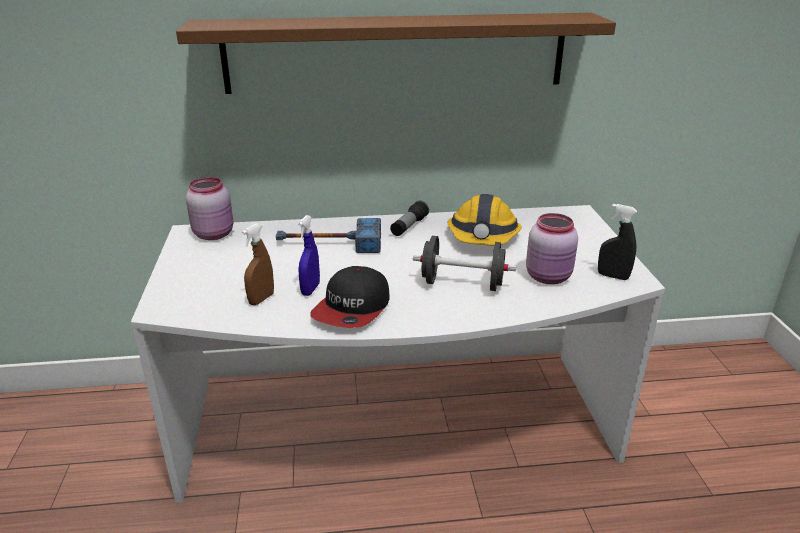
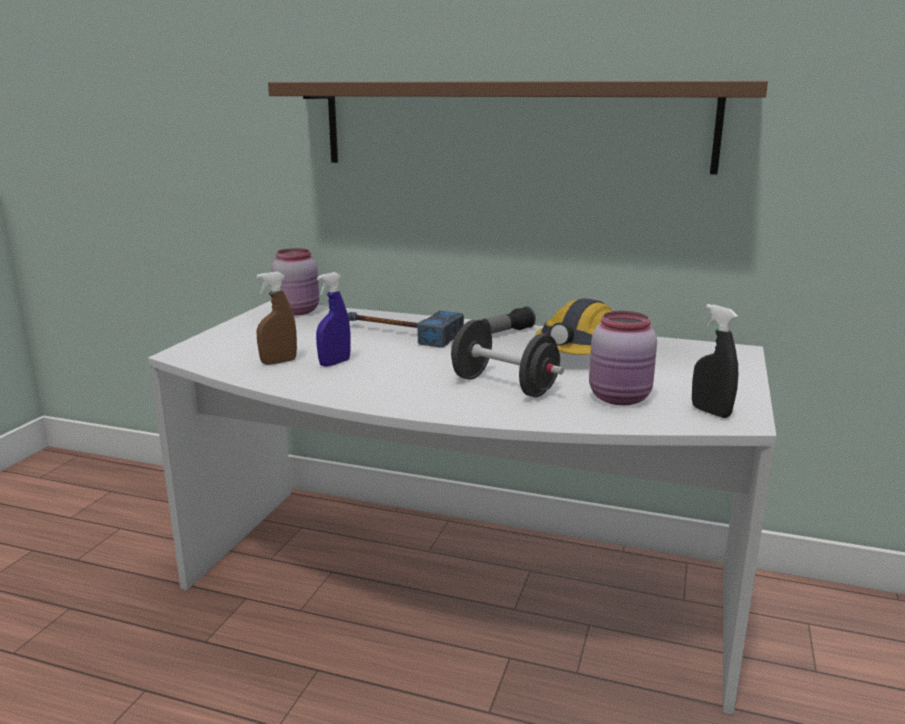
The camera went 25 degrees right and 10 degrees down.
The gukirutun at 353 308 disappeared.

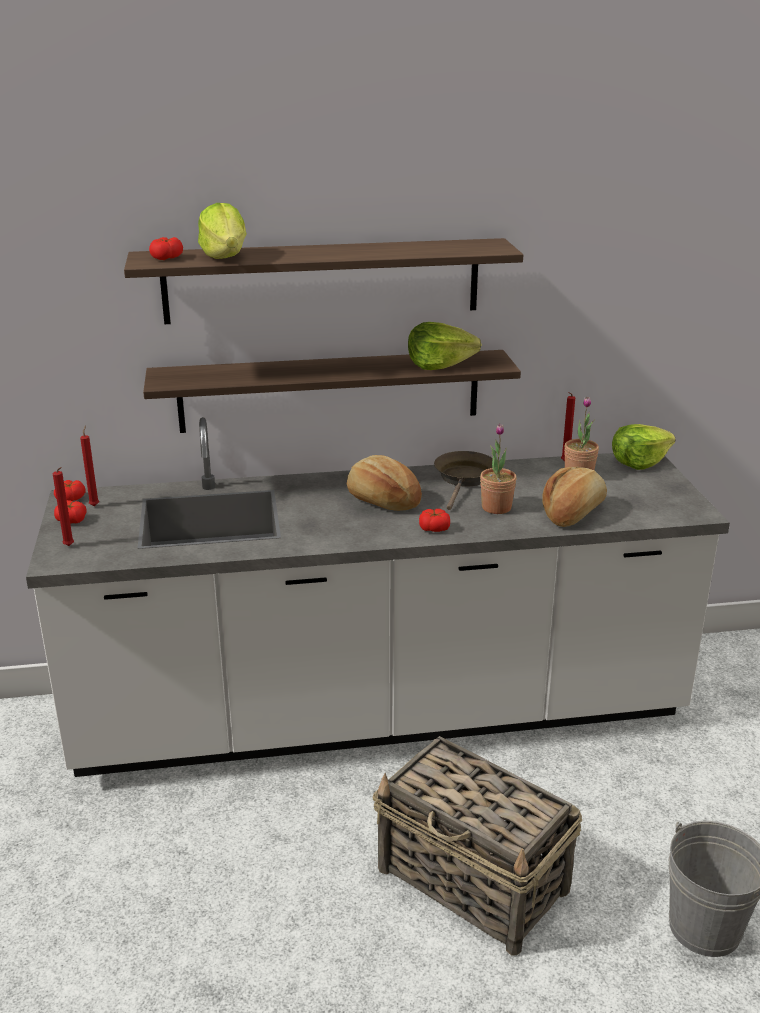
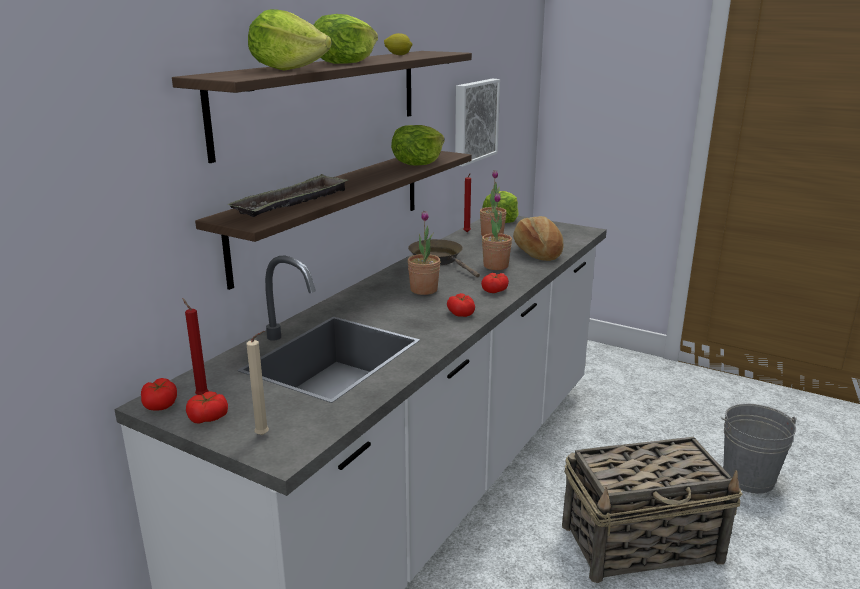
The camera went 50 degrees left and 5 degrees down.
The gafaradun at 293 203 appeared.
The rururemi at 345 62 appeared.
The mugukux at 398 55 appeared.
The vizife at 473 121 appeared.
The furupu moved from 167 258 to 461 313.
The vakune at 382 500 was replaced by the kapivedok at 424 290.
The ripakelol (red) at 69 546 became the ripakelol (beige) at 264 435.

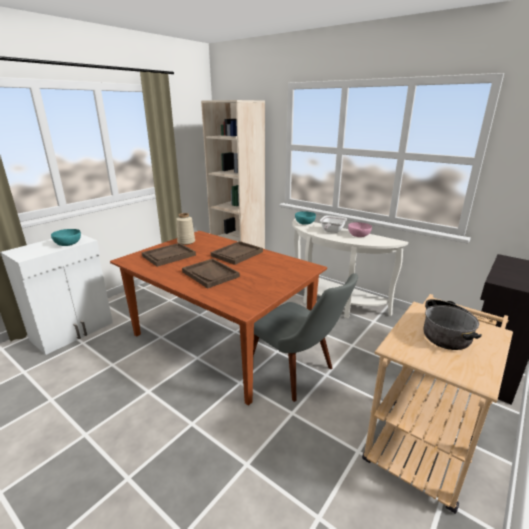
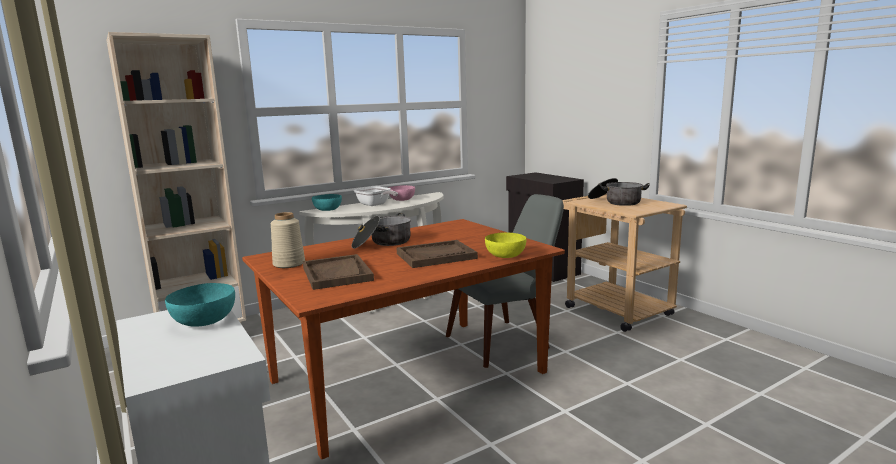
The camera went 70 degrees left and 10 degrees down.
The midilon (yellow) at 505 255 appeared.
The gafaradun (brown) at 237 254 was replaced by the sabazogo at 382 243.

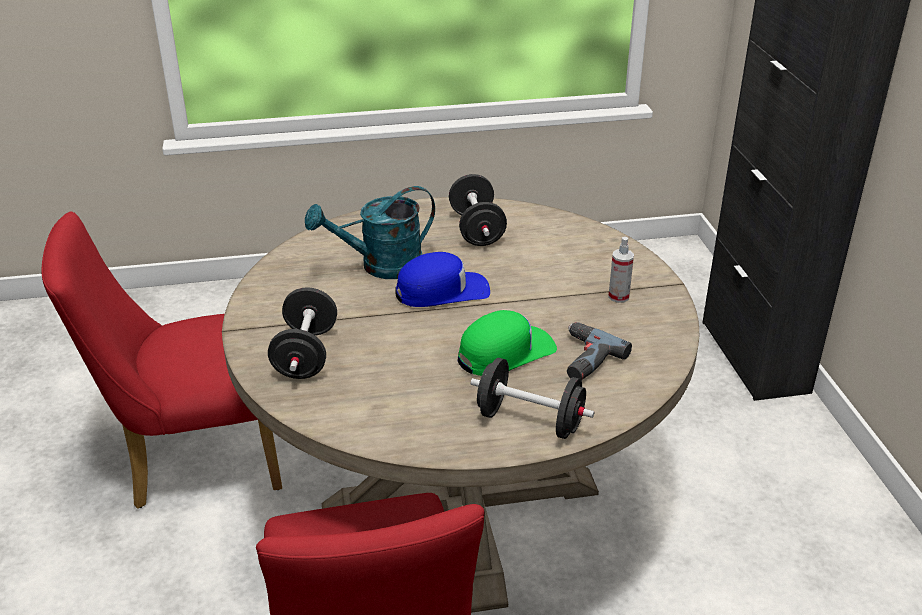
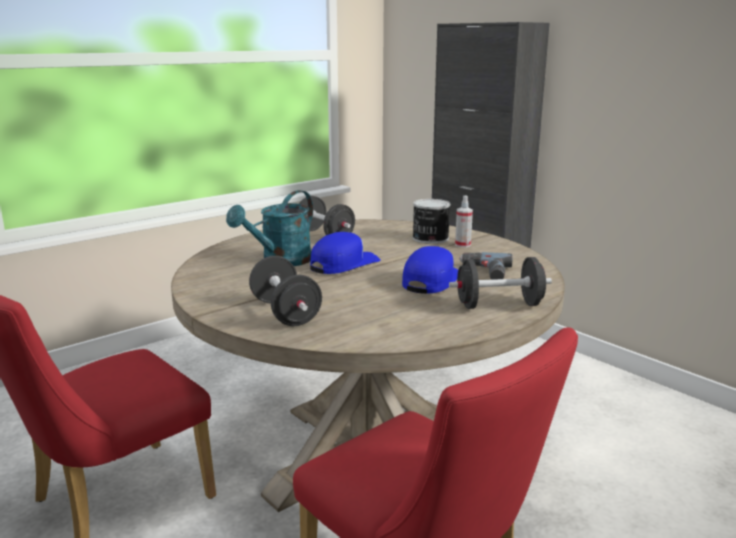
The camera went 30 degrees left and 15 degrees down.
The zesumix at 429 238 appeared.
The gukirutun (green) at 505 352 became the gukirutun (blue) at 432 280.

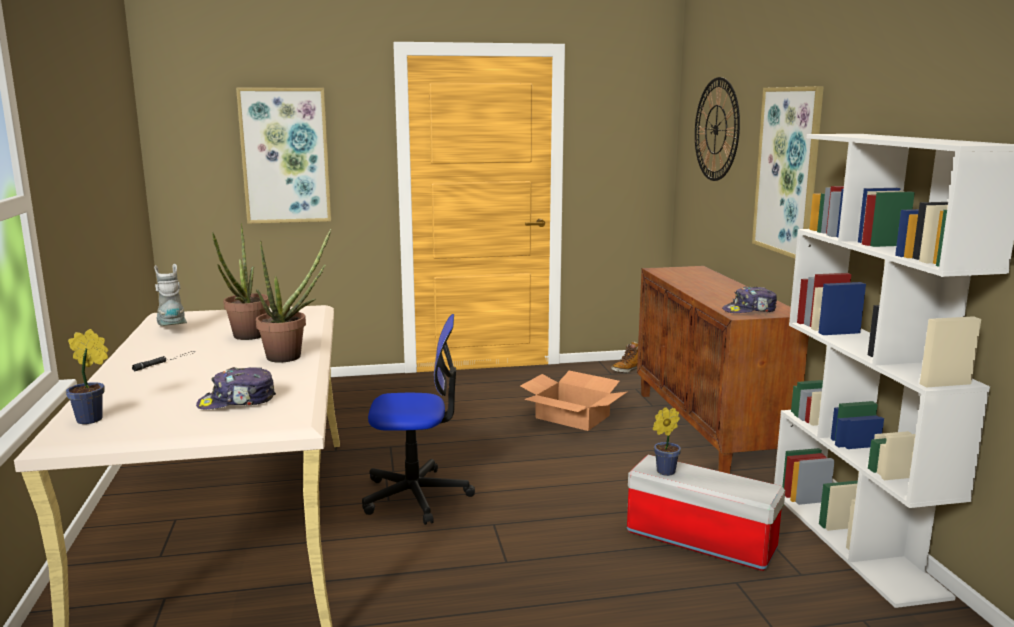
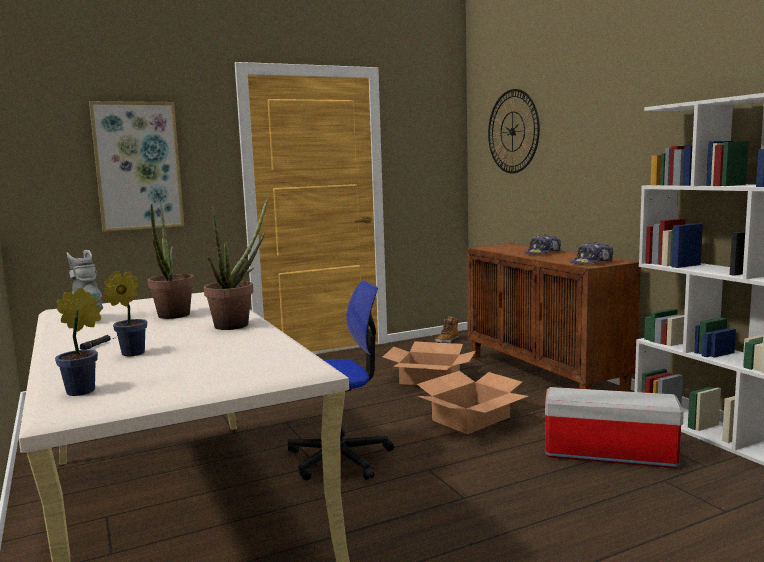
The camera went 15 degrees left and 5 degrees down.
The vizife at 788 171 disappeared.
The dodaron at 471 418 appeared.
The gukirutun moved from 237 402 to 543 253.
The kapivedok moved from 663 472 to 130 354.

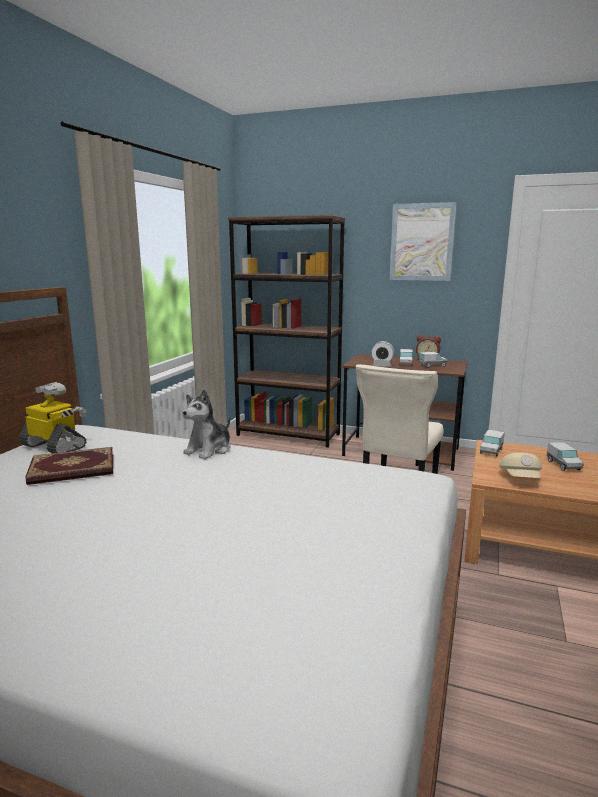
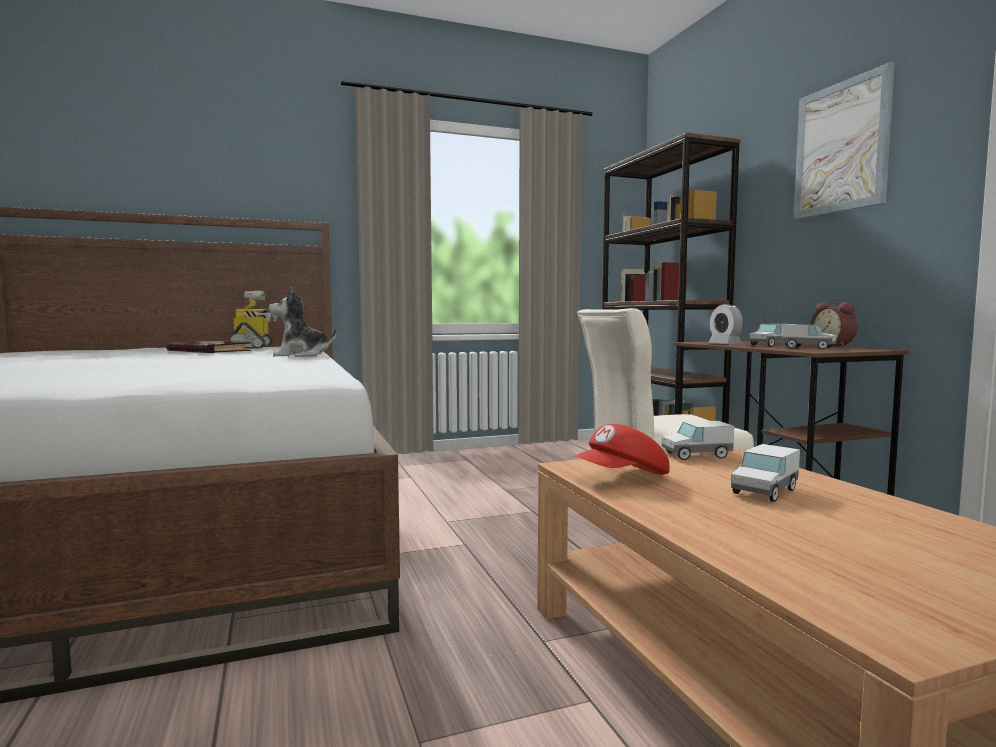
The camera went 50 degrees right and 10 degrees down.
The gukirutun (beige) at 520 478 became the gukirutun (red) at 622 478.

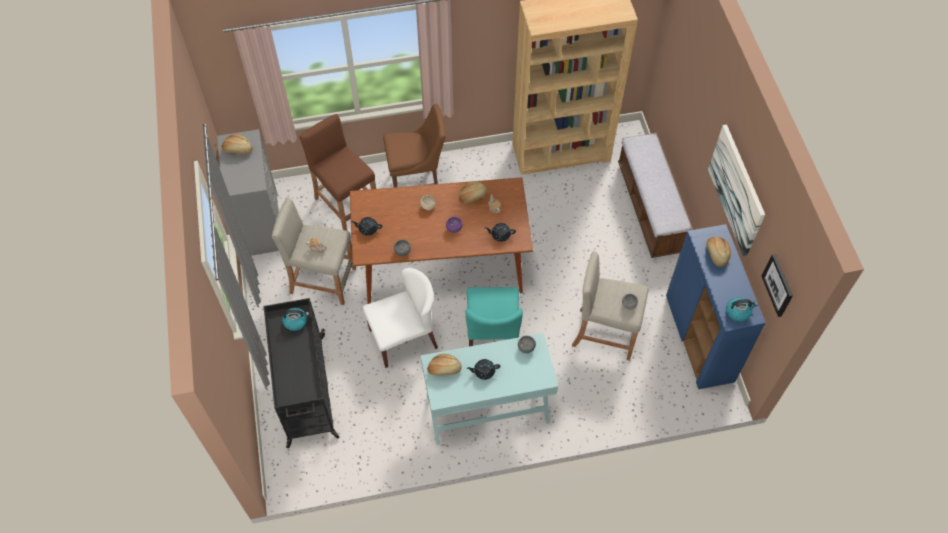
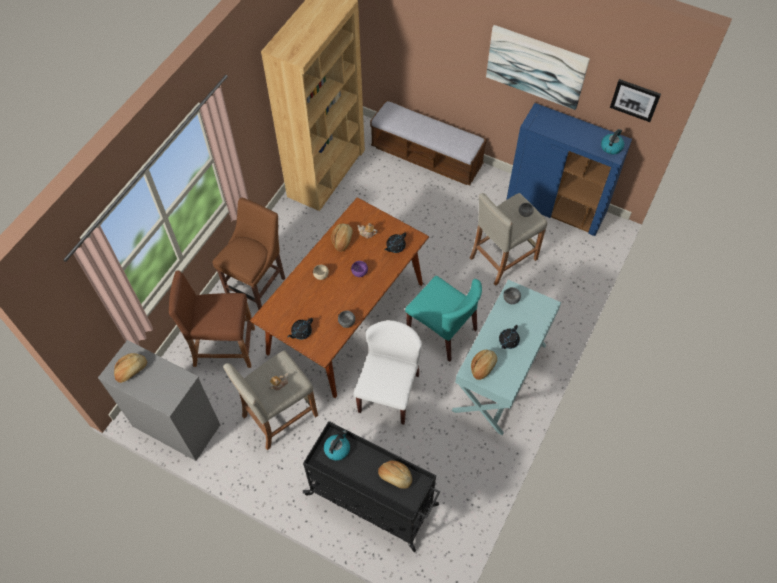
The camera went 50 degrees left and 0 degrees up.
The vakune moved from 716 254 to 395 477.

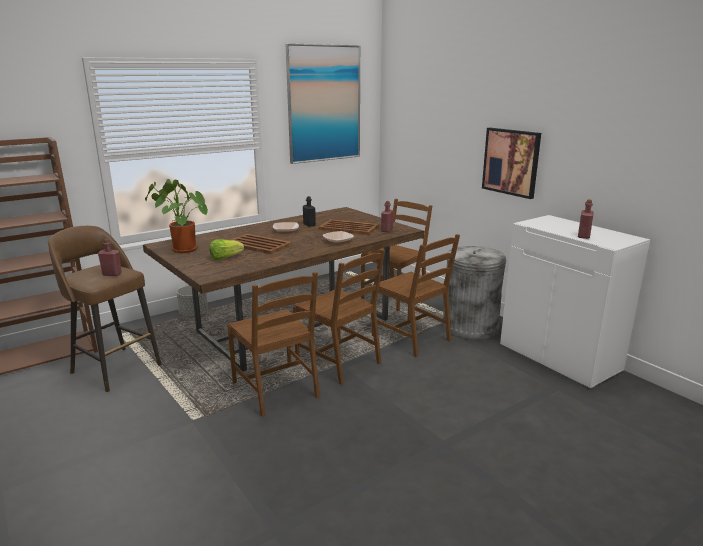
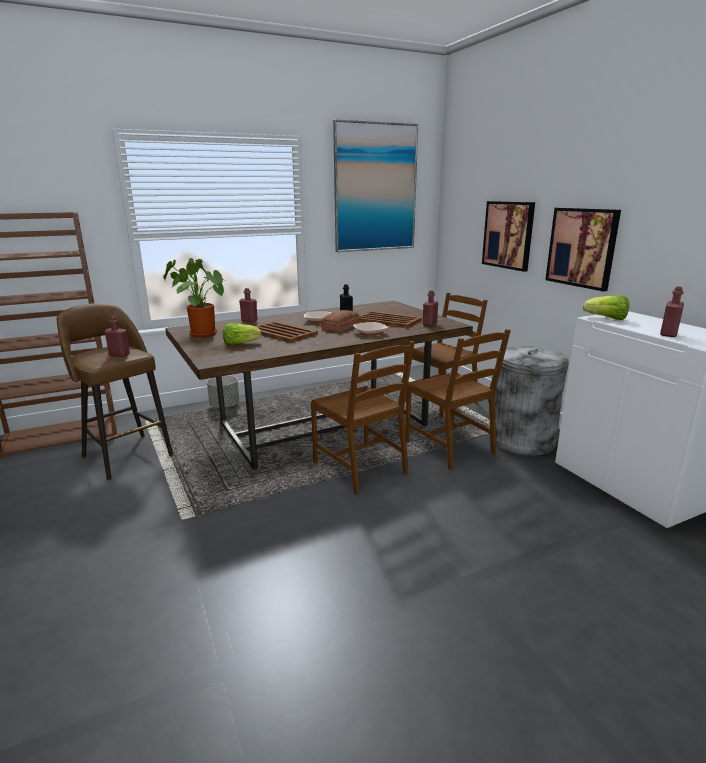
The camera went 10 degrees right and 0 degrees up.
The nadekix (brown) at 277 390 disappeared.
The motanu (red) at 249 320 appeared.
The vakune at 342 326 appeared.
The vizife at 508 235 appeared.
The rururemi at 606 319 appeared.

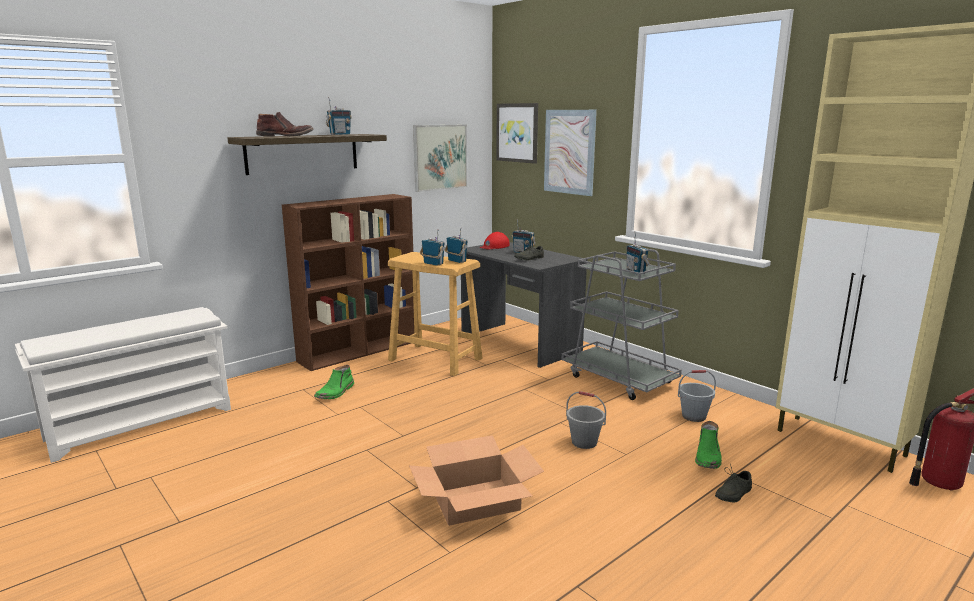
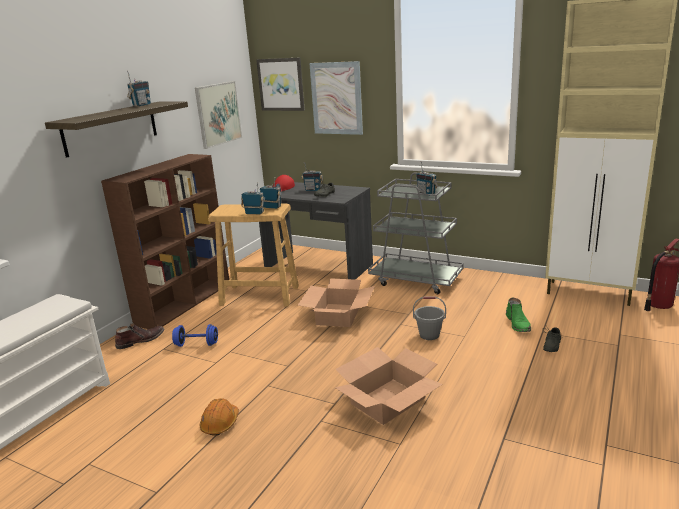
The camera went 20 degrees left and 5 degrees up.
The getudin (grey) at 694 416 disappeared.
The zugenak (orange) at 220 423 appeared.
The dodaron at 338 315 appeared.
The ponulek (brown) moved from 285 136 to 140 340.
The ponulek (green) at 335 392 was replaced by the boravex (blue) at 197 344.

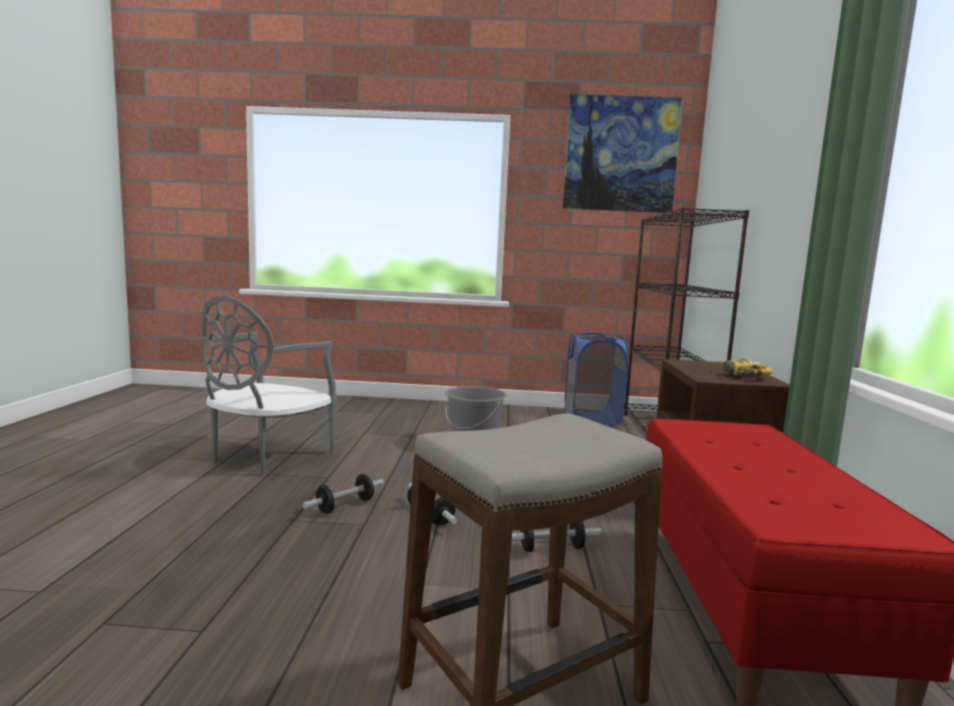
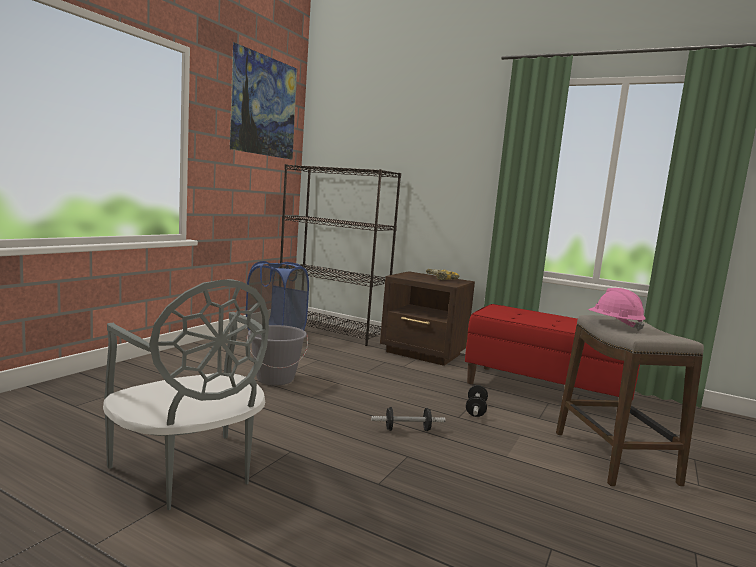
The camera went 65 degrees left and 0 degrees up.
The boravex at 345 506 disappeared.
The zugenak (pink) at 614 324 appeared.

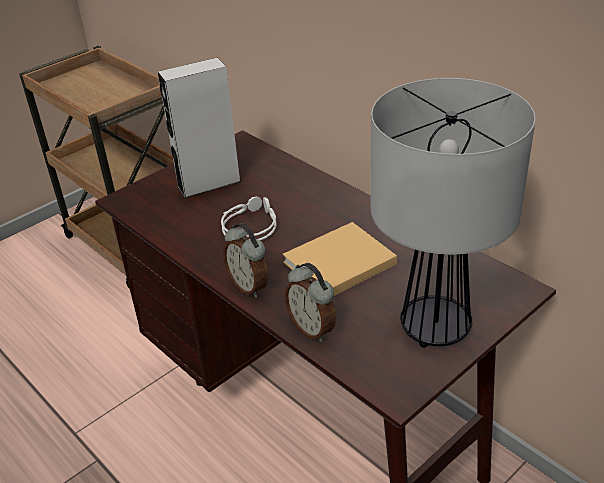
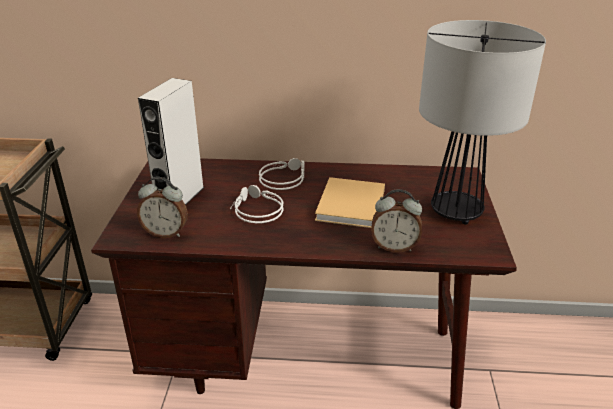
The camera went 45 degrees left and 5 degrees down.
The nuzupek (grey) at 283 178 appeared.
The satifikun moved from 249 286 to 166 233.

